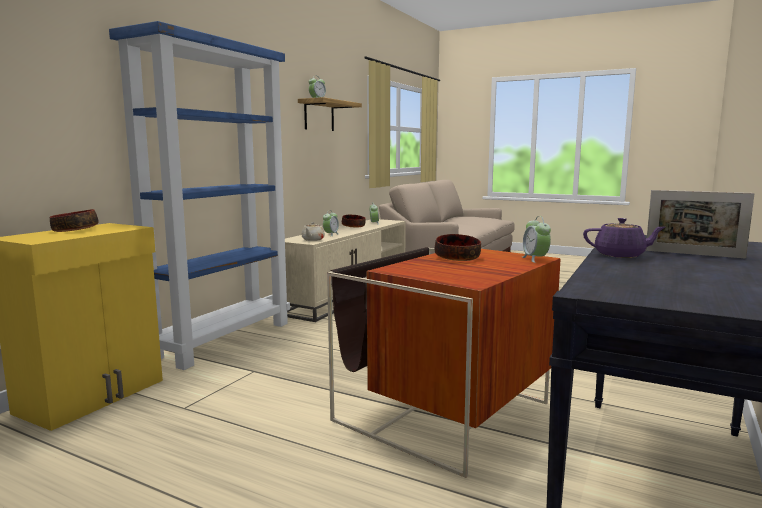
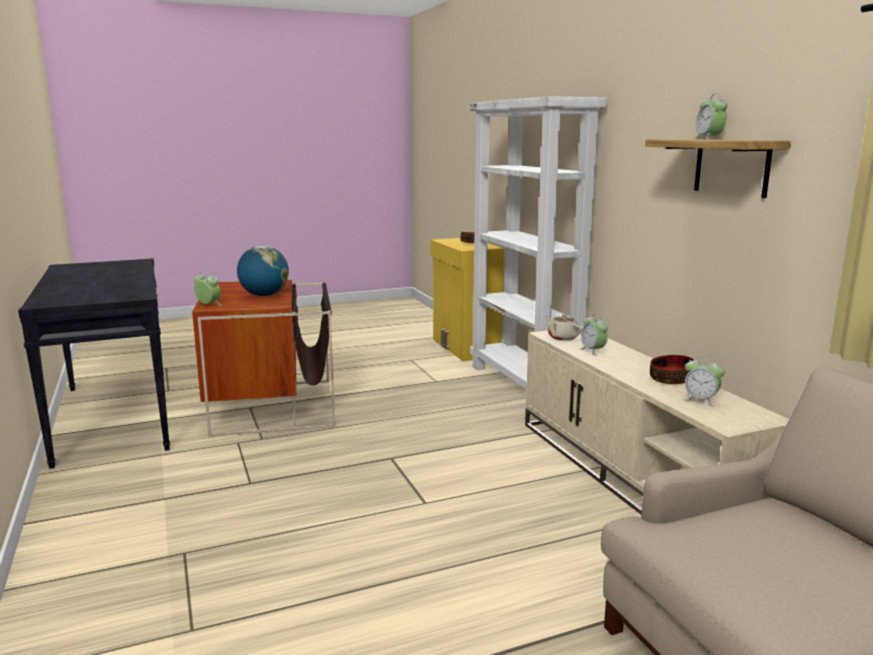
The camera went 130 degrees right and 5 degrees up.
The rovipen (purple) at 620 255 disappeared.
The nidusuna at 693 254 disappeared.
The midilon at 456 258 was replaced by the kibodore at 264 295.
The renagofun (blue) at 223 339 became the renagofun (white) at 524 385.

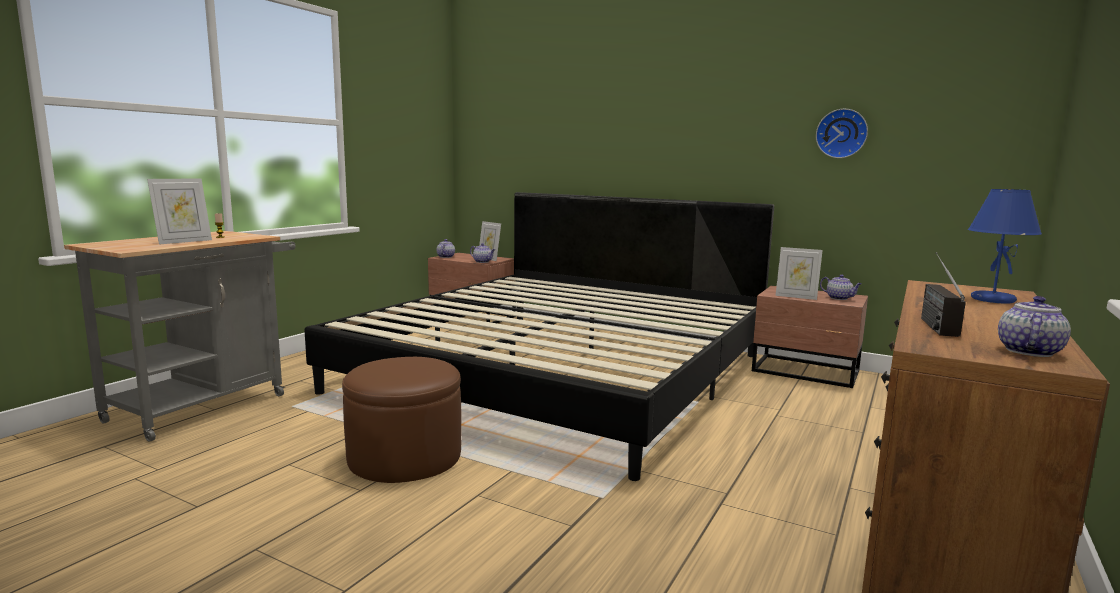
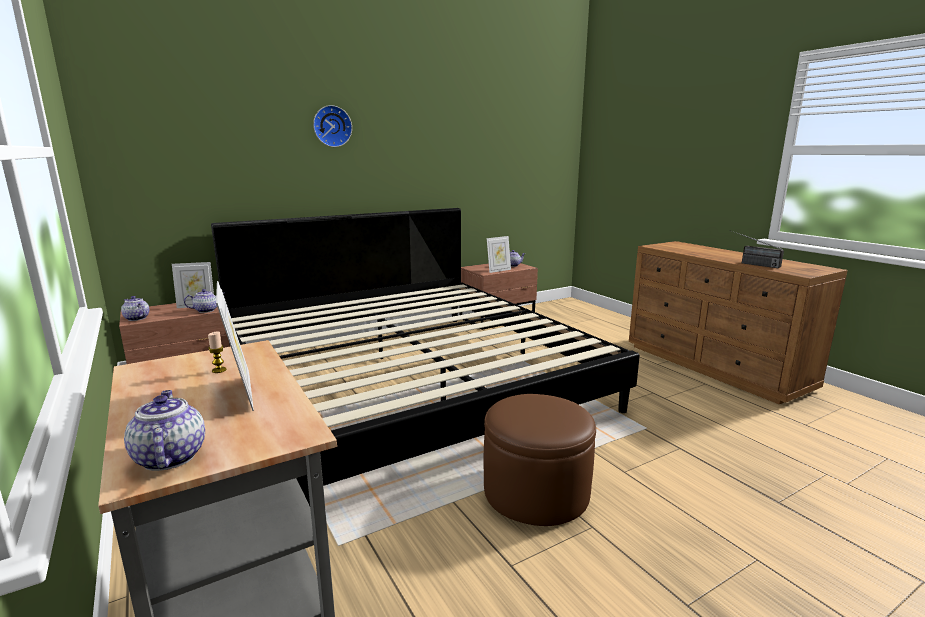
The camera went 60 degrees left and 5 degrees up.
The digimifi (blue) at 991 299 disappeared.
The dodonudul moved from 841 133 to 332 126.
The rovipen moved from 1028 351 to 169 457.

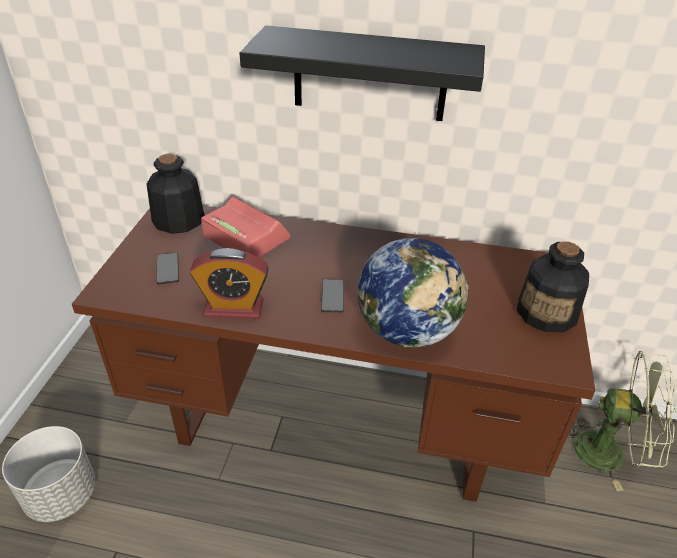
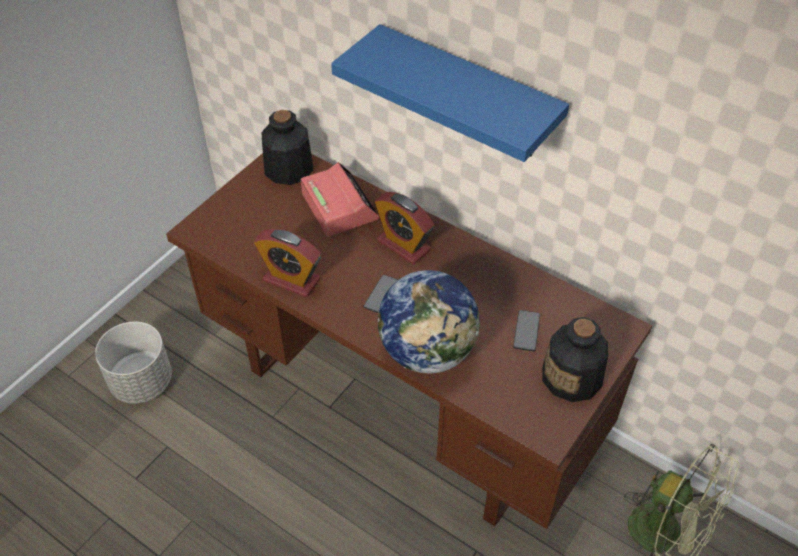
The camera went 25 degrees right and 10 degrees up.
The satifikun at 404 245 appeared.
The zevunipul moved from 167 269 to 526 331.
The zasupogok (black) at 369 75 became the zasupogok (blue) at 468 94.

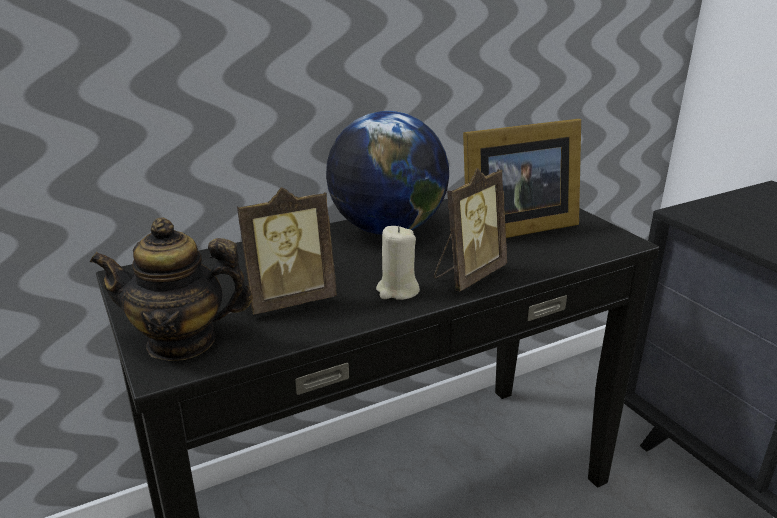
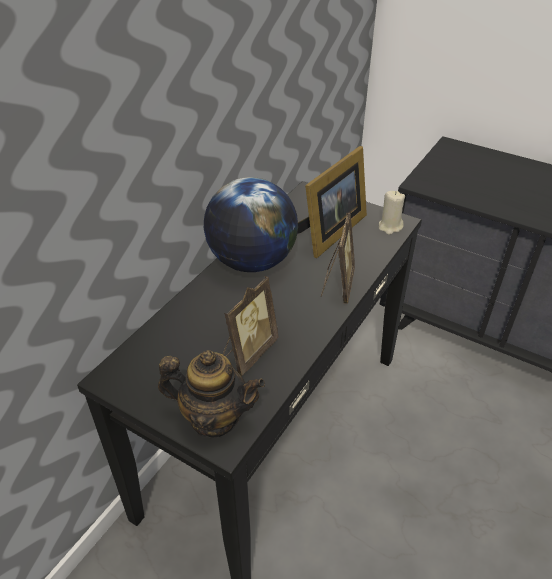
The camera went 30 degrees left and 15 degrees up.
The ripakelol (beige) moved from 397 290 to 390 227.
The rovipen at 182 342 turned 135 degrees counterclockwise.

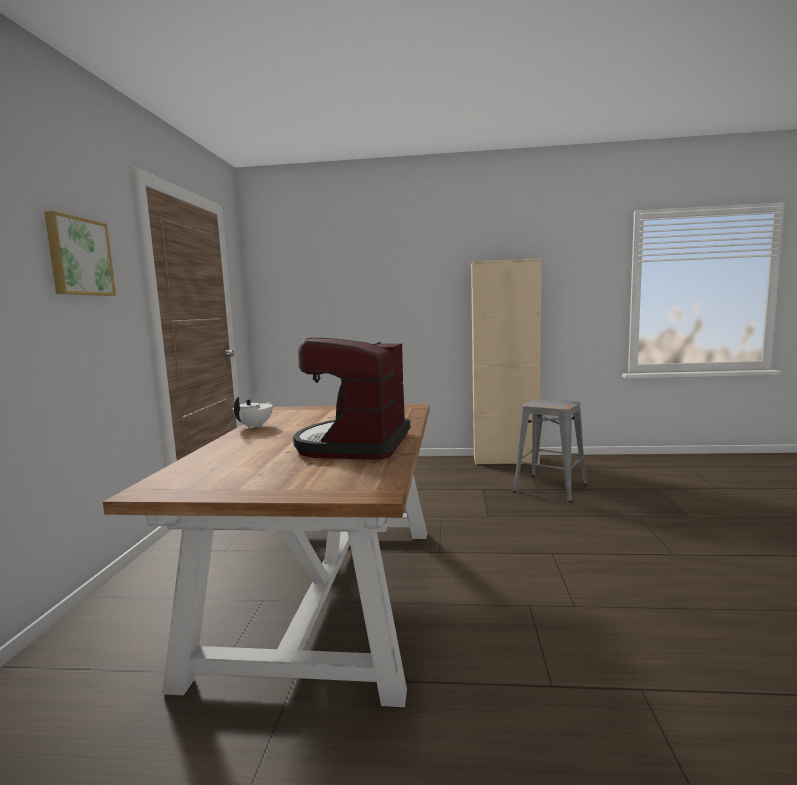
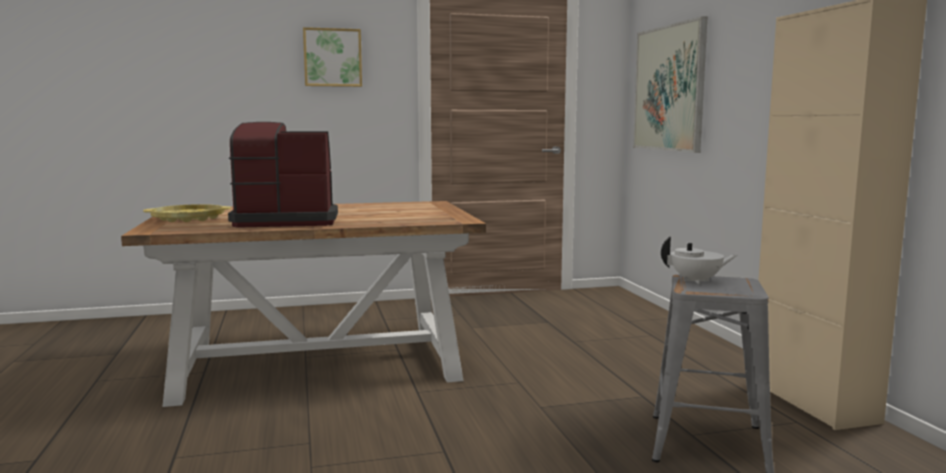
The camera went 70 degrees right and 0 degrees up.
The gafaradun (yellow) at 188 219 appeared.
The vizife at 669 88 appeared.
The rovipen (white) moved from 255 426 to 696 281.

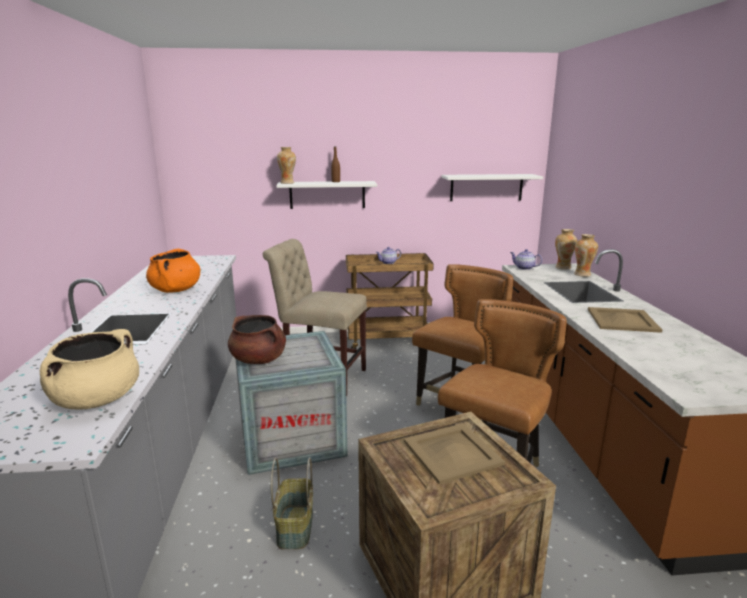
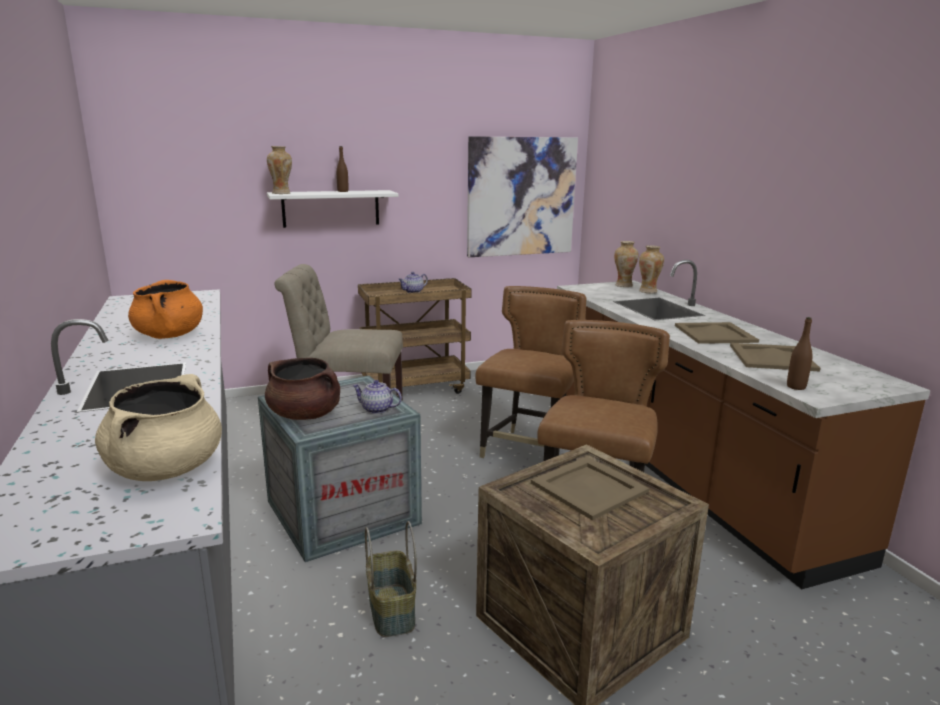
The camera went 15 degrees left and 0 degrees up.
The gafaradun (beige) at 772 358 appeared.
The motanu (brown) at 796 387 appeared.
The rovipen moved from 524 268 to 376 409.
The zasupogok (white) at 486 187 was replaced by the vizife at 521 197.

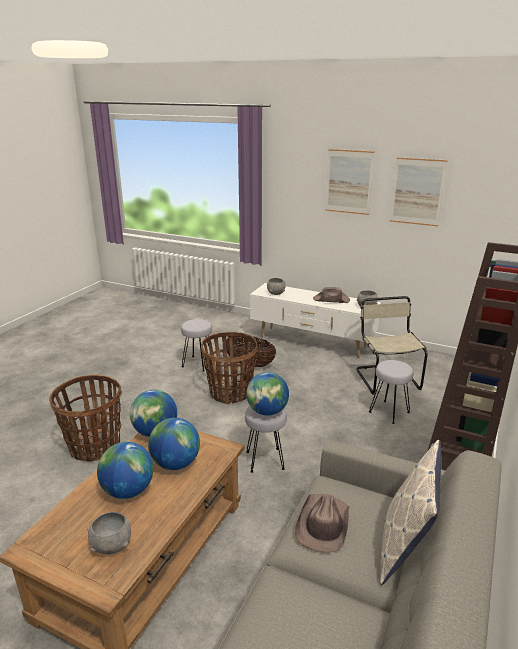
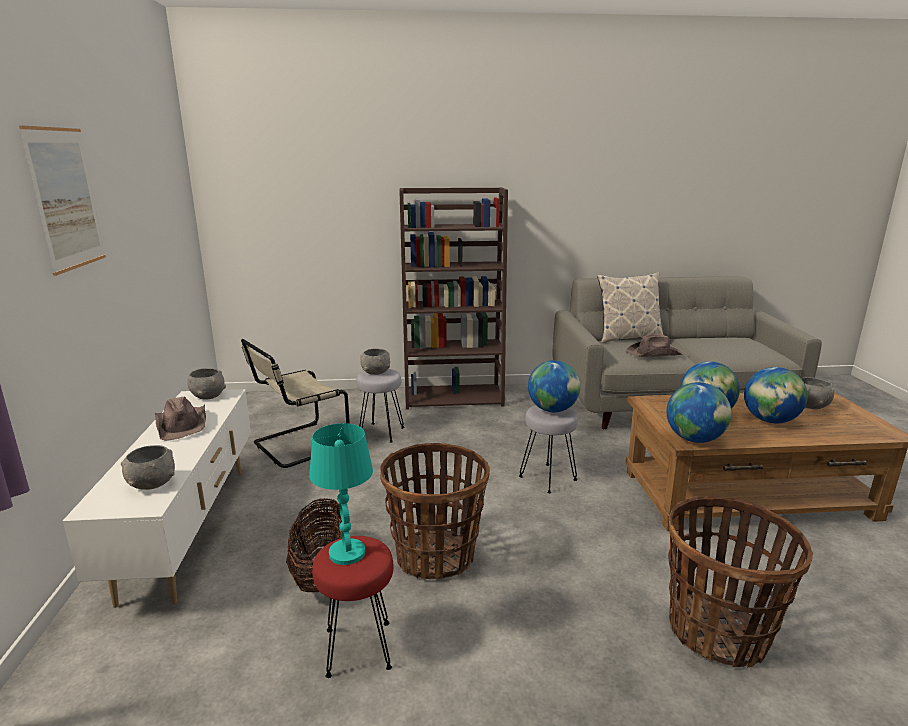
The camera went 120 degrees left and 5 degrees down.
The vizife at 417 192 disappeared.
The digimifi (turquoise) at 346 553 appeared.
The midilon (grey) at 375 372 appeared.
The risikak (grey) at 198 364 became the risikak (red) at 358 647.

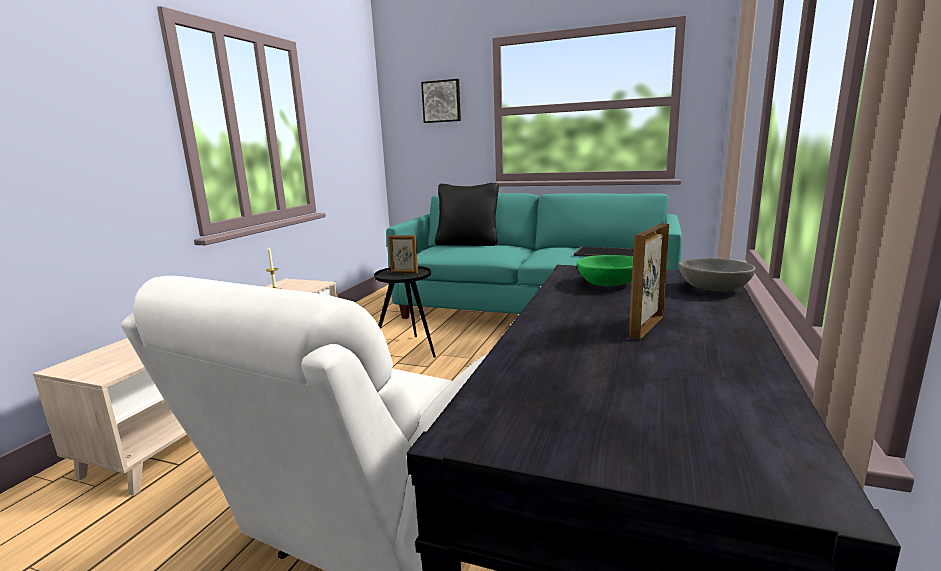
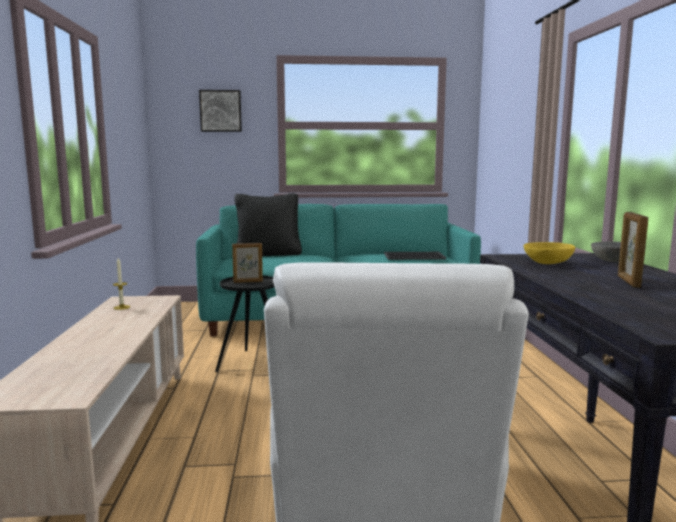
The camera went 25 degrees left and 5 degrees down.
The midilon (green) at 608 283 became the midilon (yellow) at 547 262.

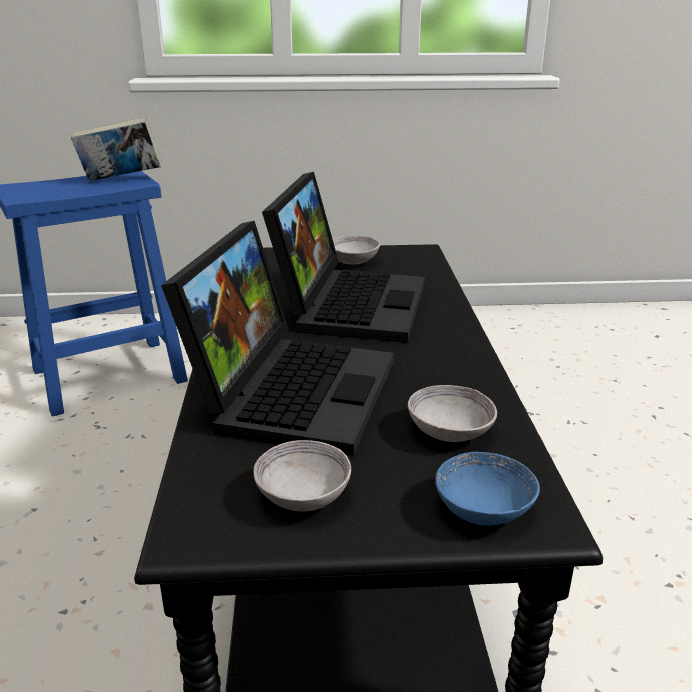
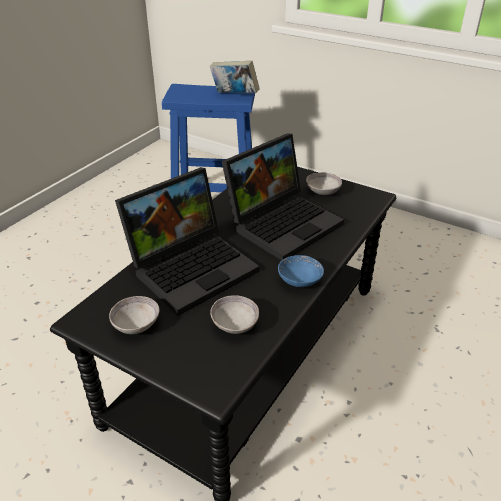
The camera went 35 degrees right and 10 degrees up.
The midilon (blue) moved from 483 510 to 299 281.

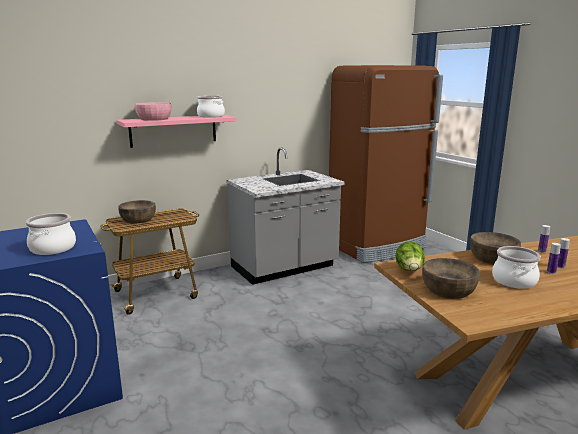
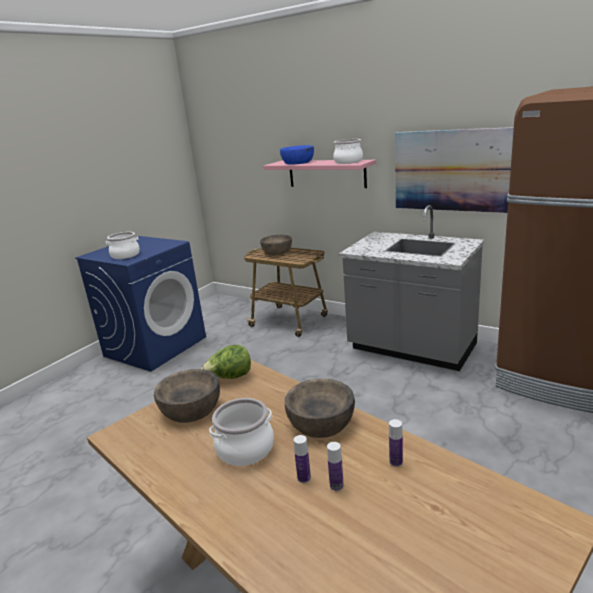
The camera went 65 degrees right and 5 degrees up.
The vizife at 452 170 appeared.
The midilon (pink) at 154 119 became the midilon (blue) at 298 162.

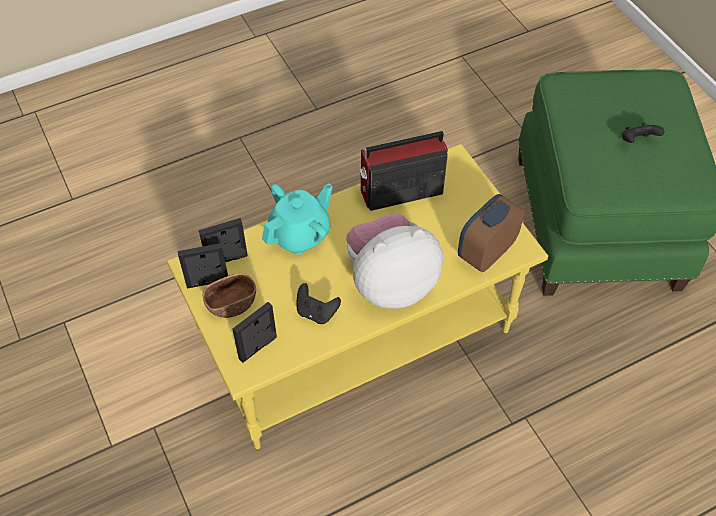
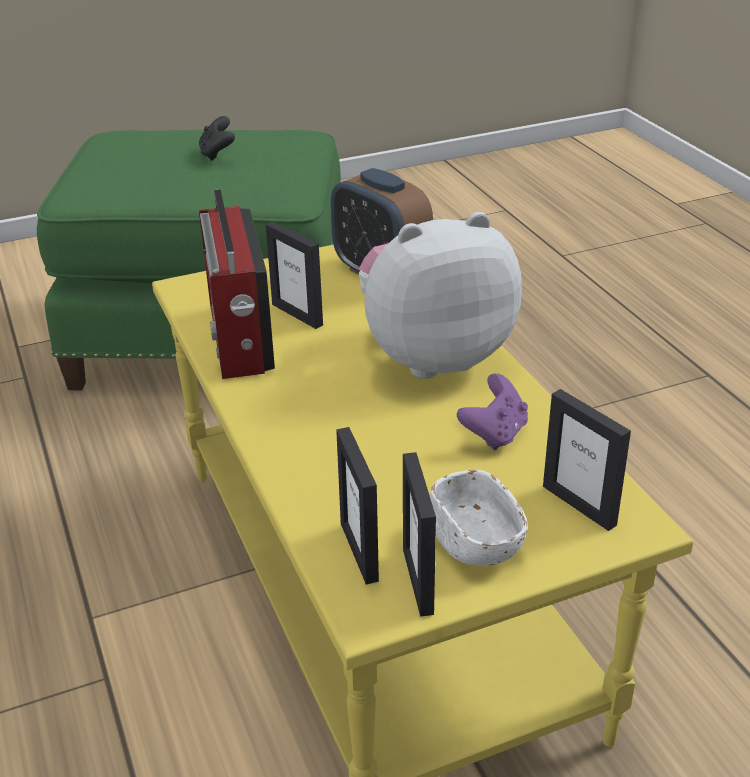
The camera went 85 degrees left and 20 degrees down.
The rovipen (turquoise) at 300 234 disappeared.
The nidusuna at 297 314 appeared.
The midilon (brown) at 231 304 became the midilon (white) at 476 543.
The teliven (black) at 316 312 became the teliven (purple) at 494 434.
The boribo at 390 283 turned 90 degrees clockwise.

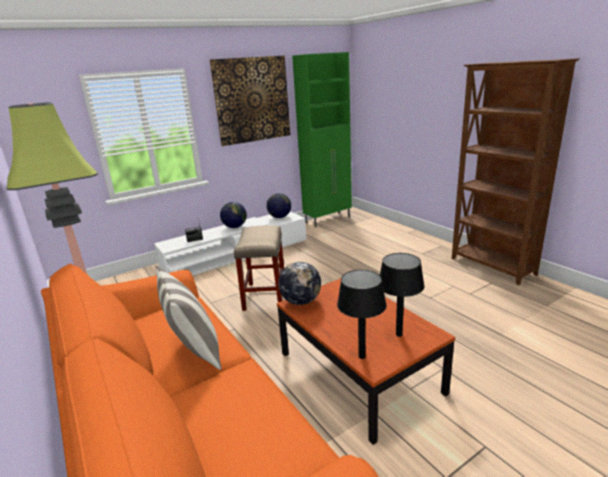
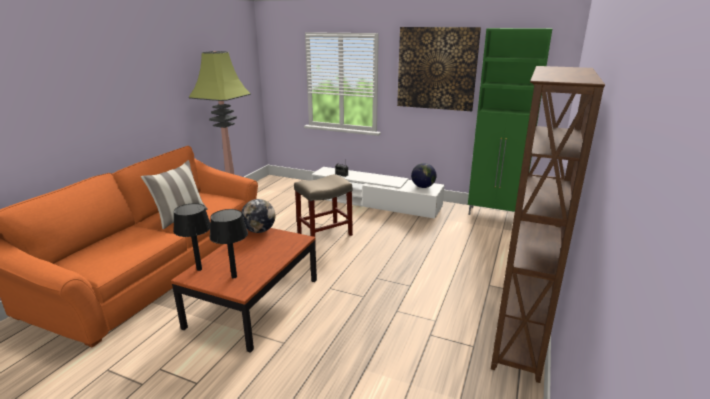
The camera went 55 degrees right and 0 degrees up.
The kibodore at 235 227 disappeared.

